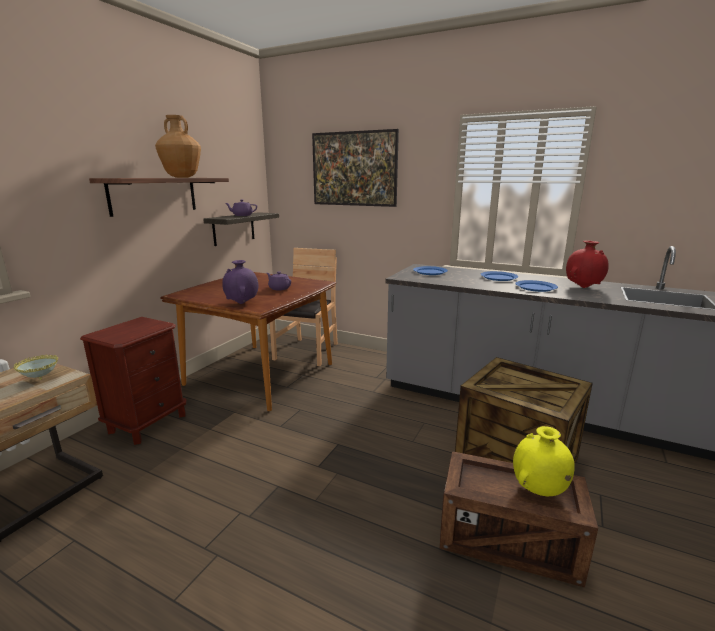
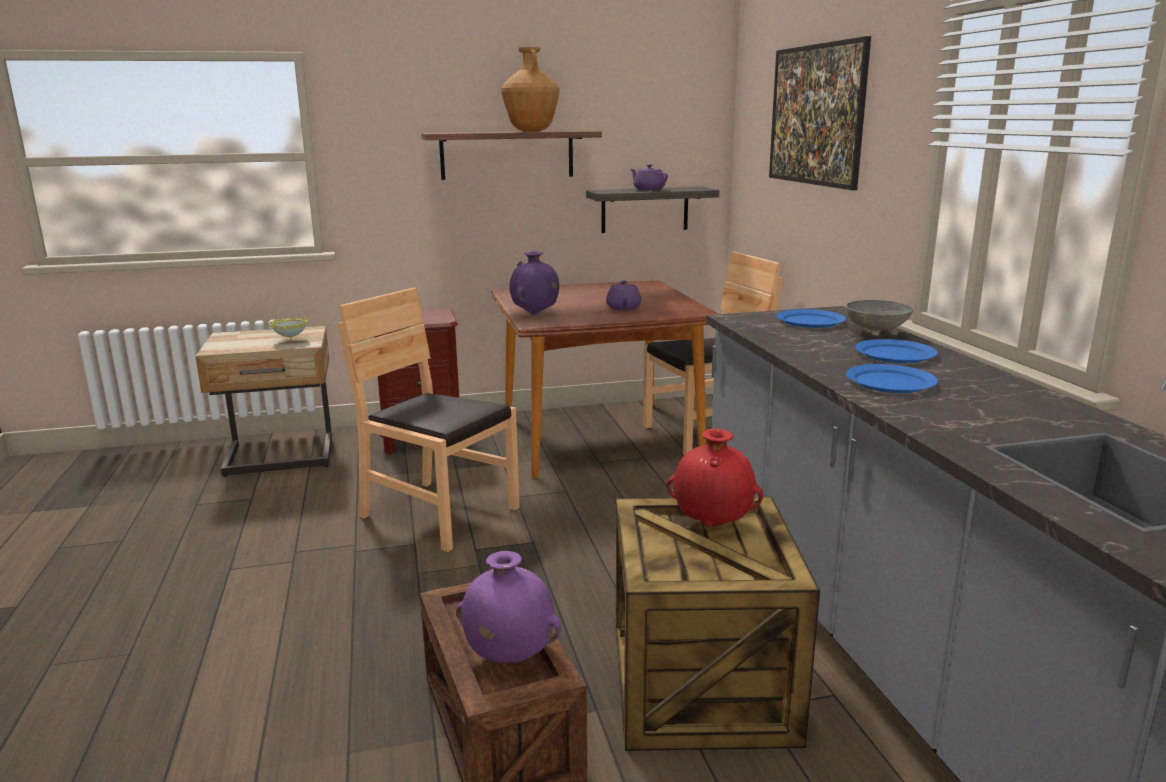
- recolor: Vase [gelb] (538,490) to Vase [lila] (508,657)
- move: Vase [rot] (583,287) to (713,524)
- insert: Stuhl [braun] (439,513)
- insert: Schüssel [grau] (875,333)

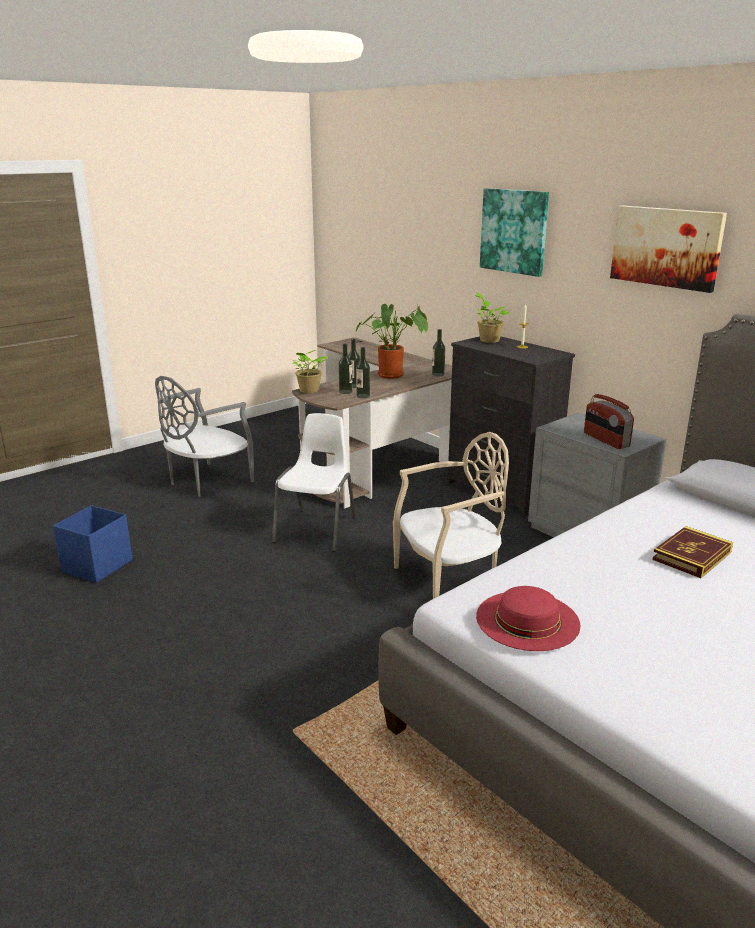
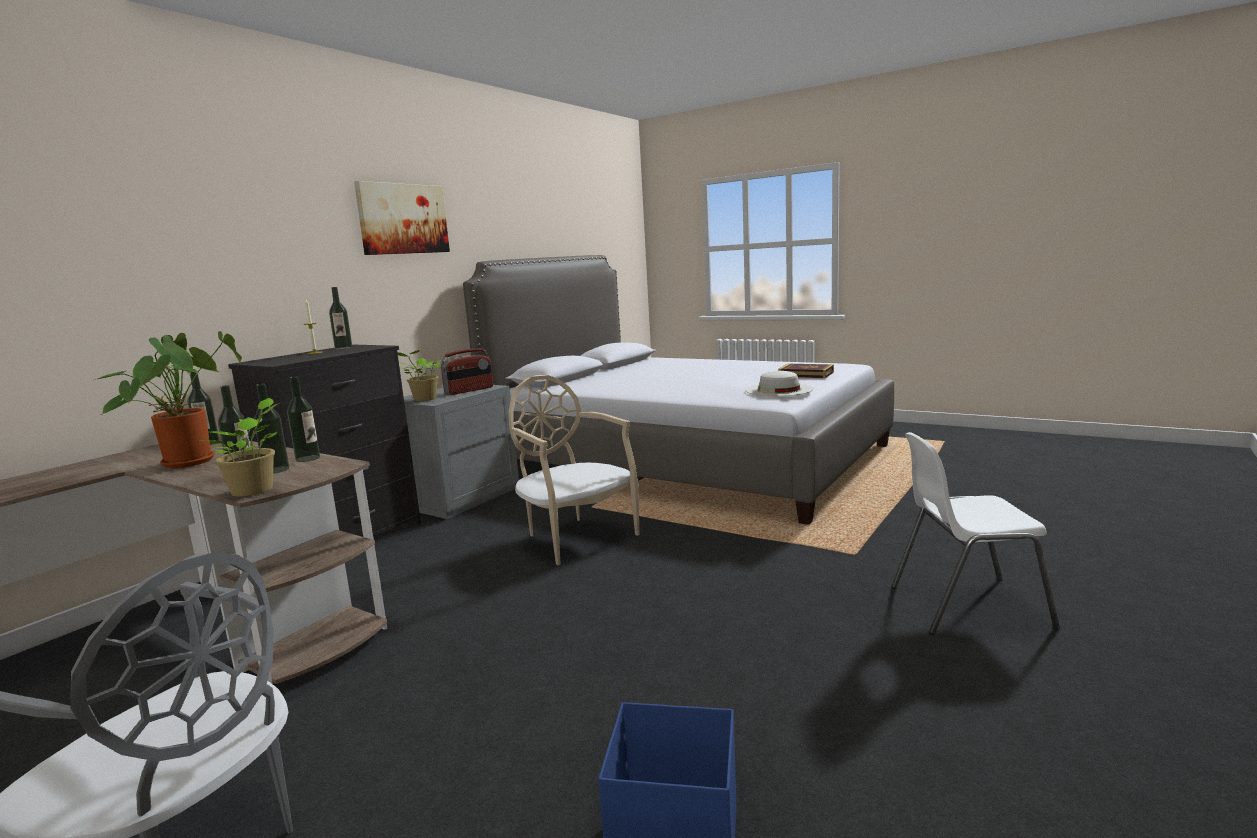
- move: Stuhl [weiß] (317,529) to (965,606)
- move: Topfpflanze (488,340) to (423,399)
- recolor: Hut [rot] (527,620) to Hut [weiß] (779,389)
- delete: Bild (514,231)
- move: Buch (692,556) to (806,374)
- insert: Flasche (343,348)

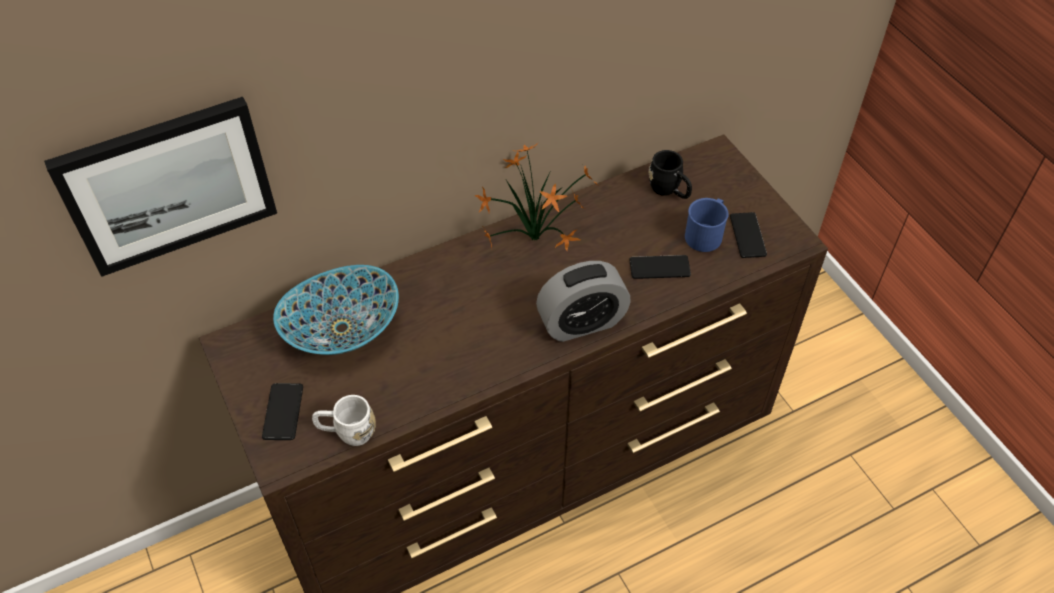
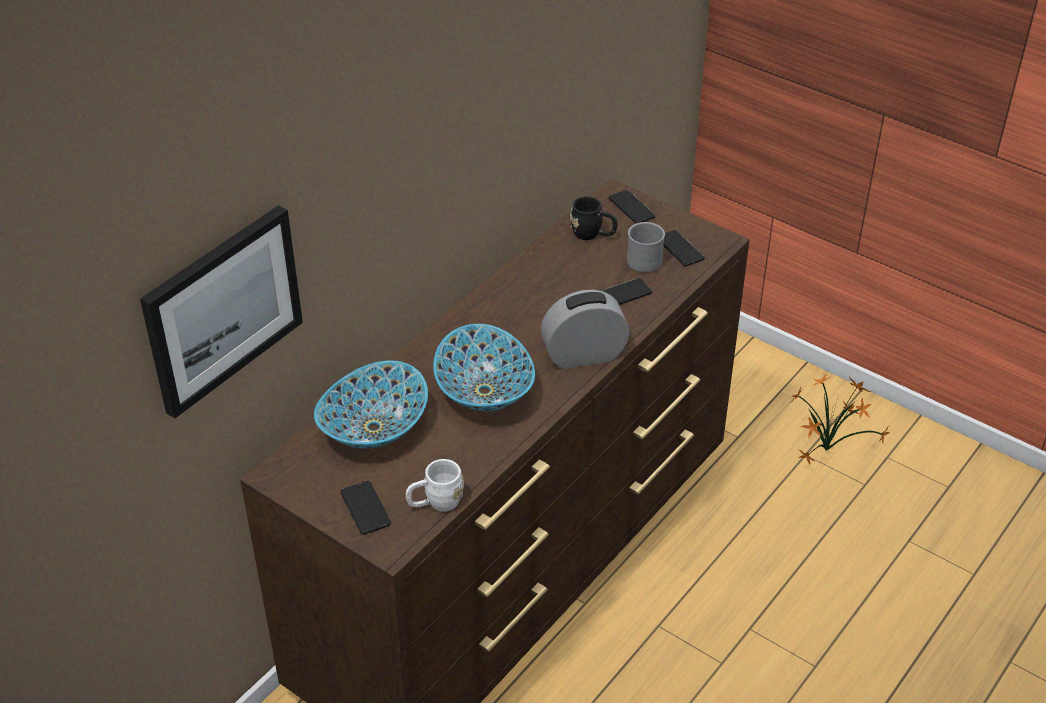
- move: Topfpflanze (539,240) to (828,450)
- rotate: Wecker (581,322) = (584,355) 150 degrees counterclockwise
- recolor: Henkelbecher [blau] (706,233) to Henkelbecher [grau] (644,257)
- insert: Schüssel (485,391)
- insert: Handy (631,207)

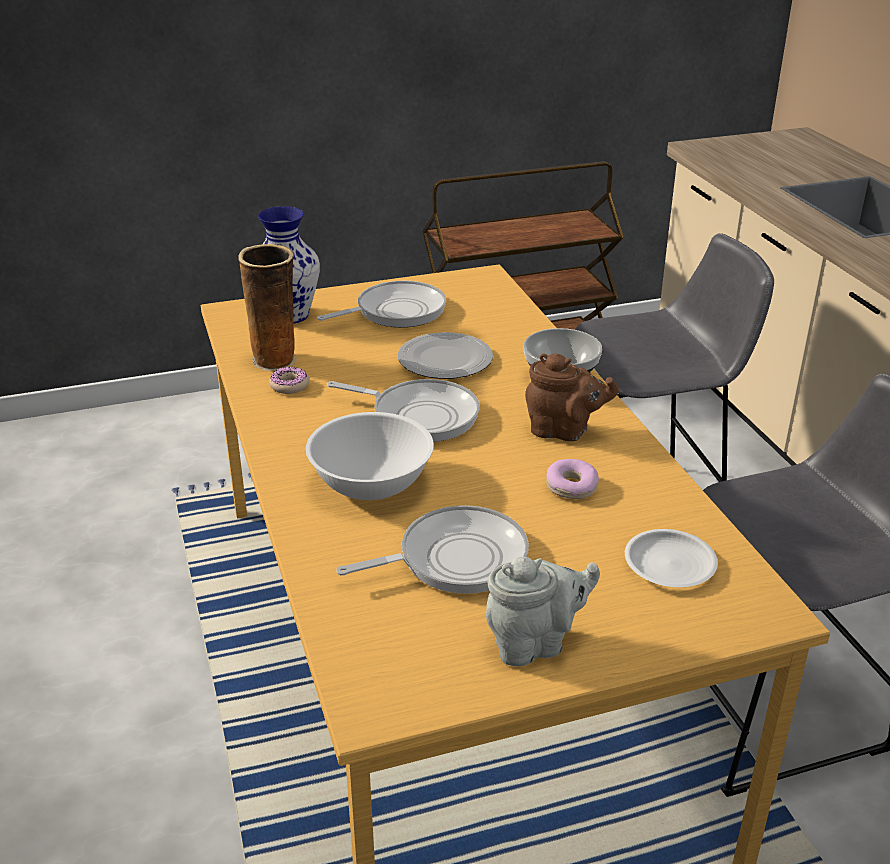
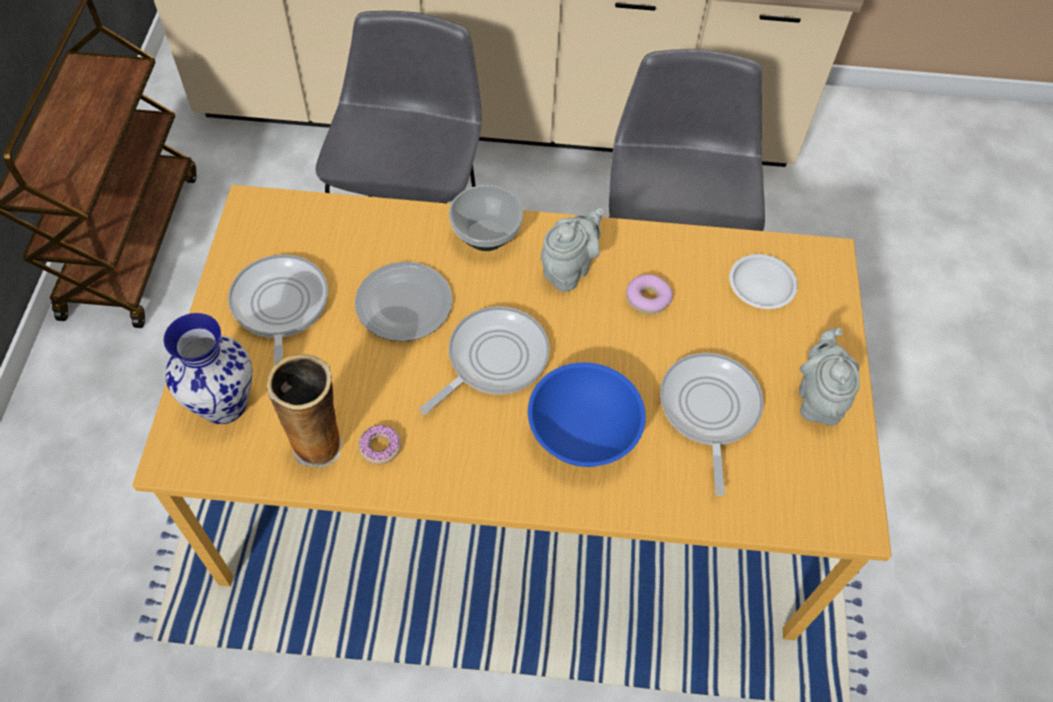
- recolor: Schüssel [weiß] (371,482) to Schüssel [blau] (582,432)
- recolor: Teekanne [braun] (564,431) to Teekanne [grau] (569,269)

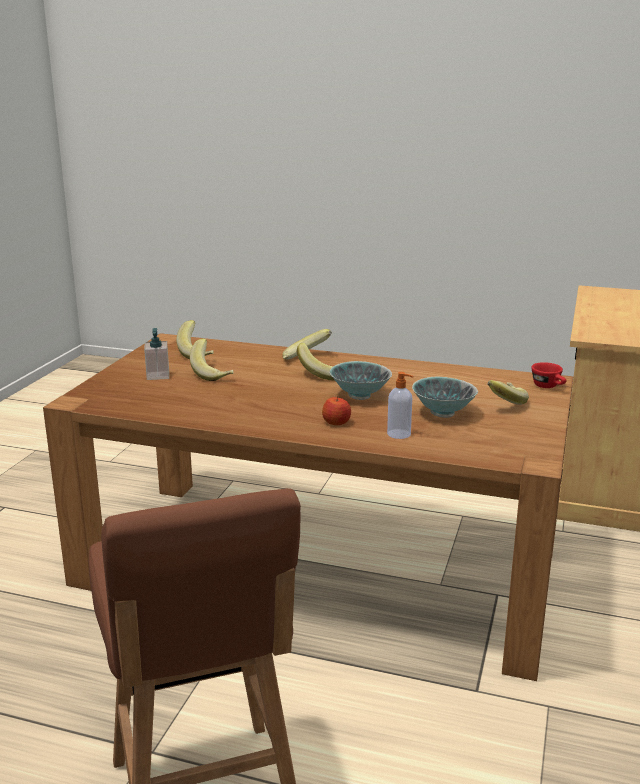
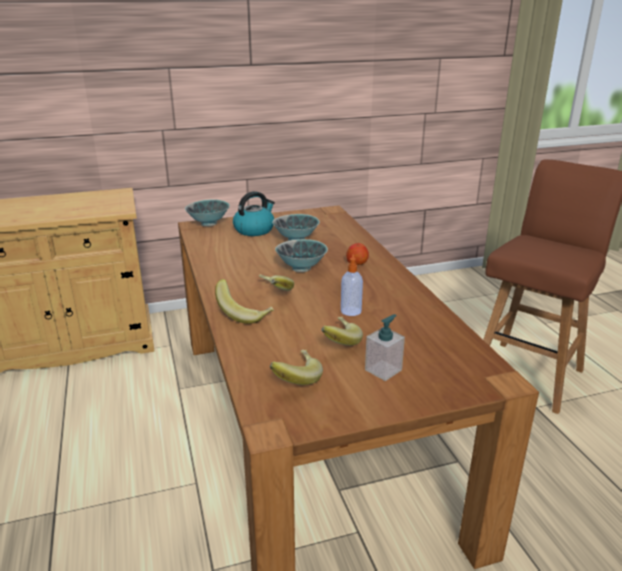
- move: Seifenspender (399,434) to (351,310)
- replace: Banane (504,403) to Wasserkessel (254,229)
- replace: Tasse [rot] (549,386) to Schüssel (209,224)

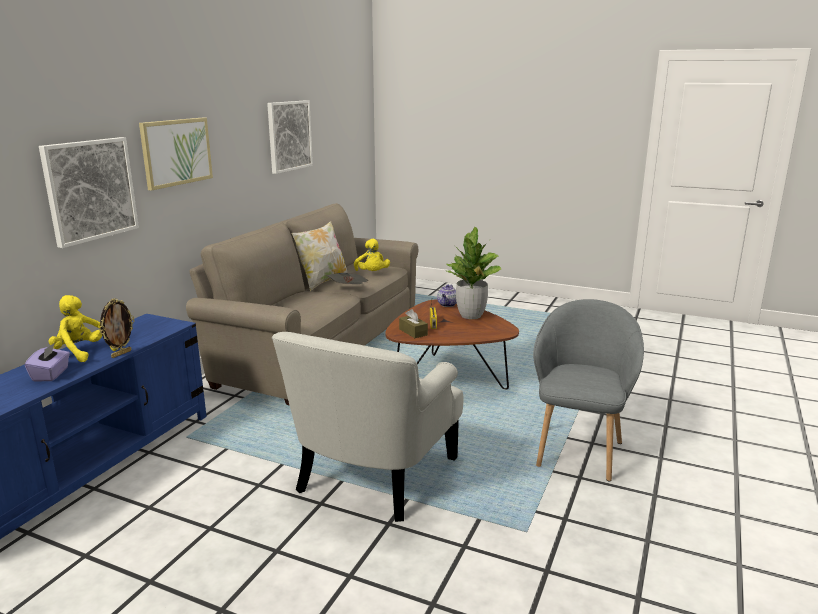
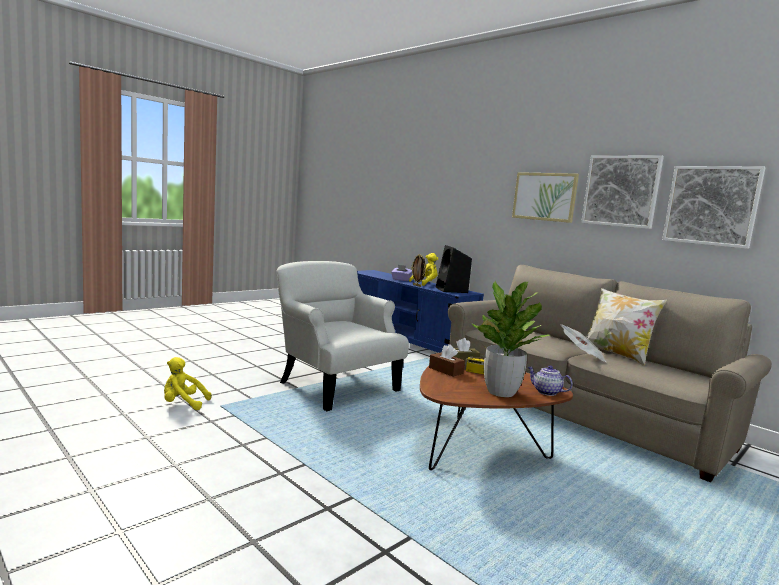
- move: Bild (90,190) to (621,191)
- move: Plüschtier [gelb] (372,274) to (183,404)
- delete: Sessel [grau] (578,451)
- insert: Taschentuchbox [braun] (445,370)
- insert: Lautsprecher [schwarz] (452,290)

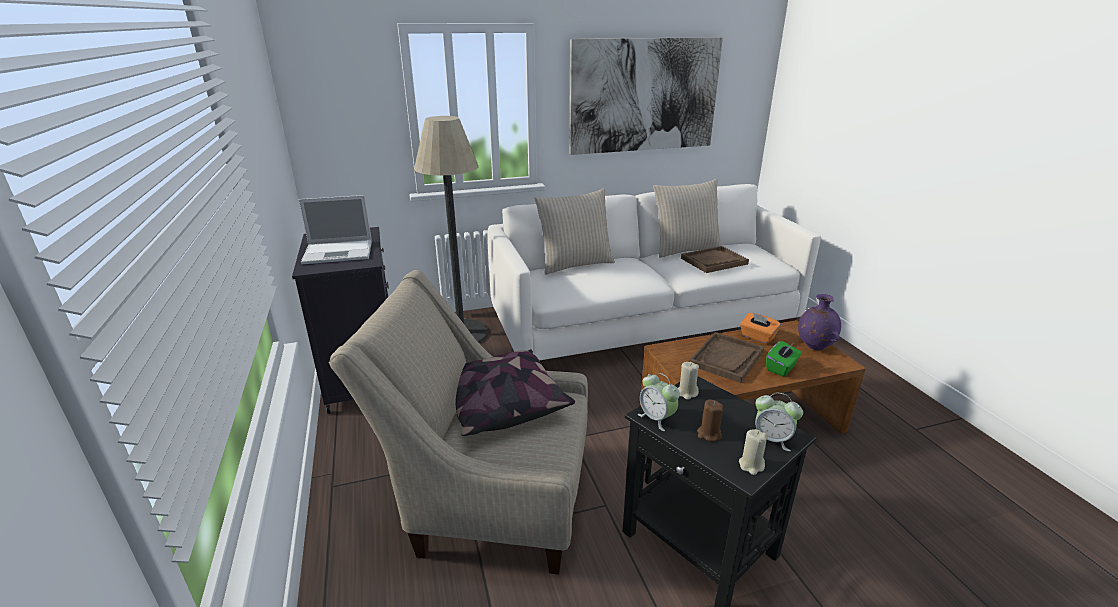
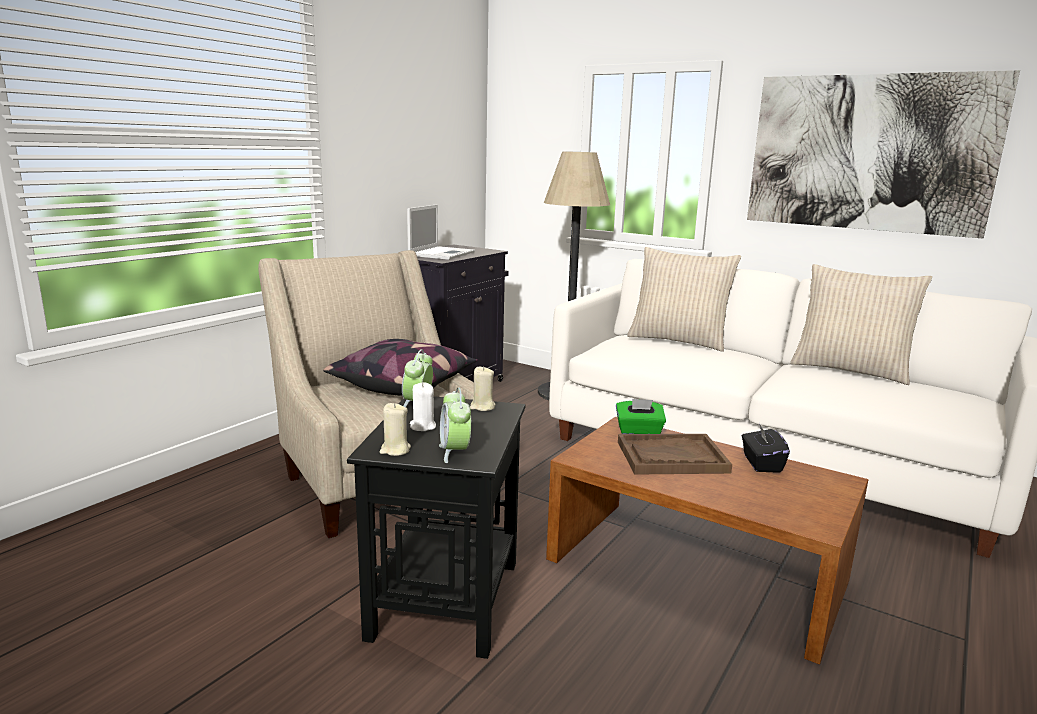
- rotate: Laptop (339,252) = (442,253) 105 degrees counterclockwise
- delete: Tablett [braun] (714,261)
- recolor: Kerze [braun] (709,434) to Kerze [weiß] (422,426)
- recolor: Taschentuchbox [orange] (757,337) to Taschentuchbox [schwarz] (761,463)
- move: Taschentuchbox [grün] (781,368) to (639,431)
- delete: Vase [lila] (814,346)

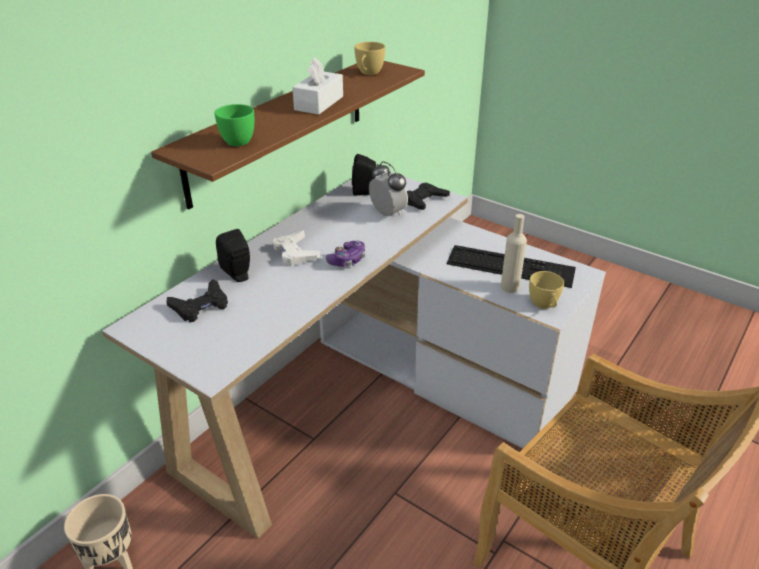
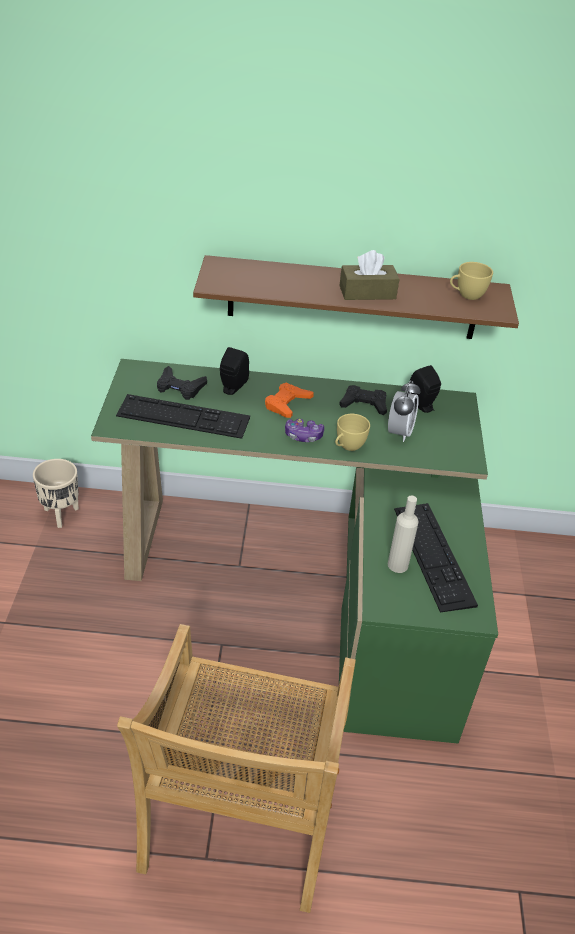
- recolor: Schreibtisch [weiß] (371,399) to Schreibtisch [grün] (312,583)
- delete: Tasse [grün] (237,140)
- recolor: Gamepad [weiß] (295,253) to Gamepad [orange] (287,404)
- recolor: Taschentuchbox [weiß] (319,103) to Taschentuchbox [braun] (367,292)
- move: Gamepad [schwarz] (424,200) to (364,404)
- move: Tasse [gelb] (544,305) to (347,447)
- insert: Tastatur (183,417)

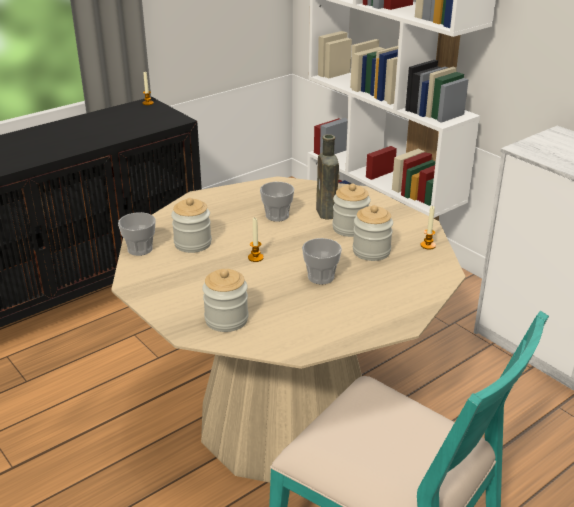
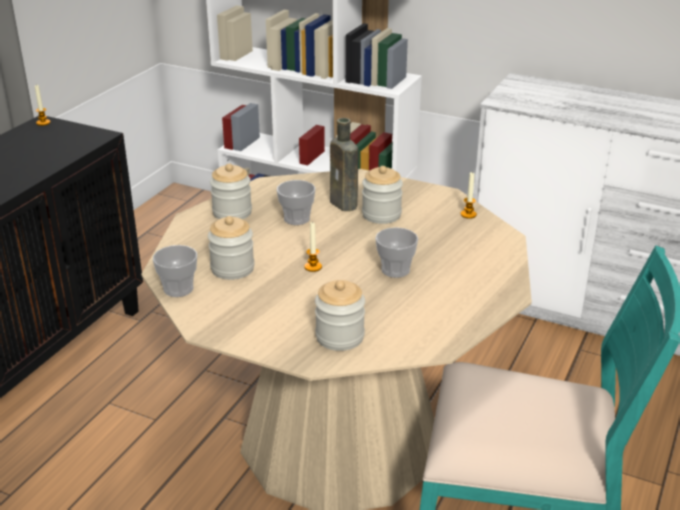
- move: Vorratsglas (371,251) to (232,212)

